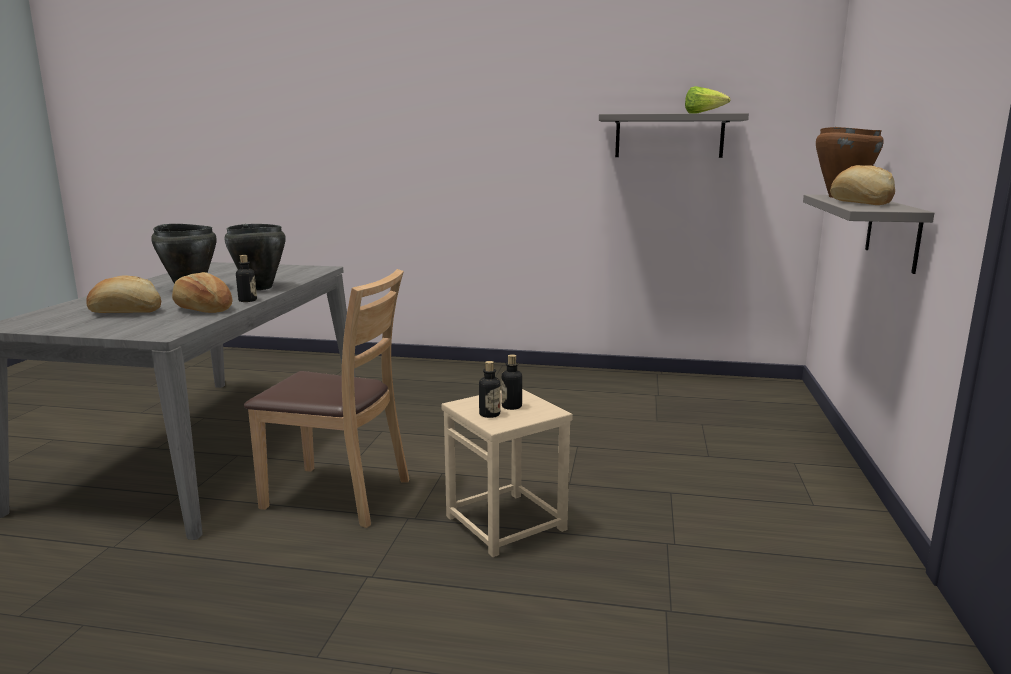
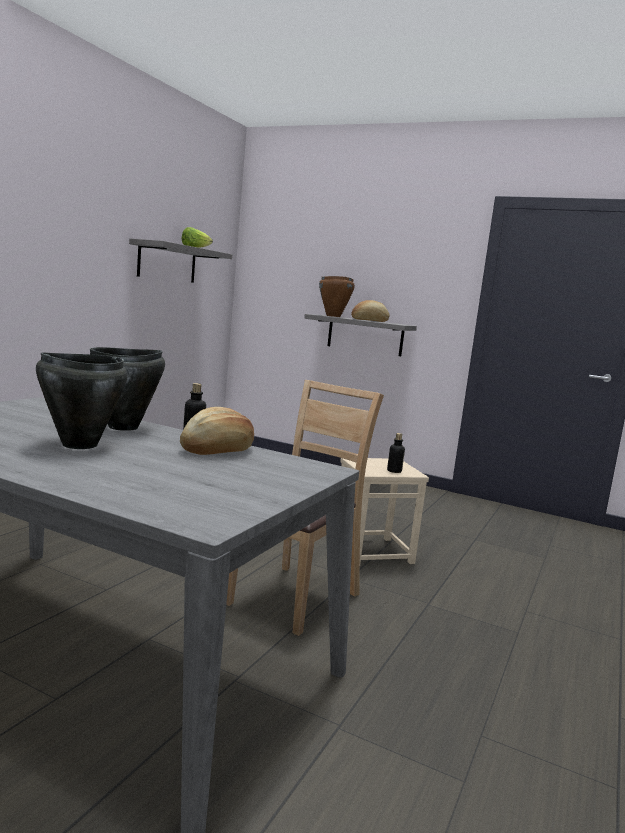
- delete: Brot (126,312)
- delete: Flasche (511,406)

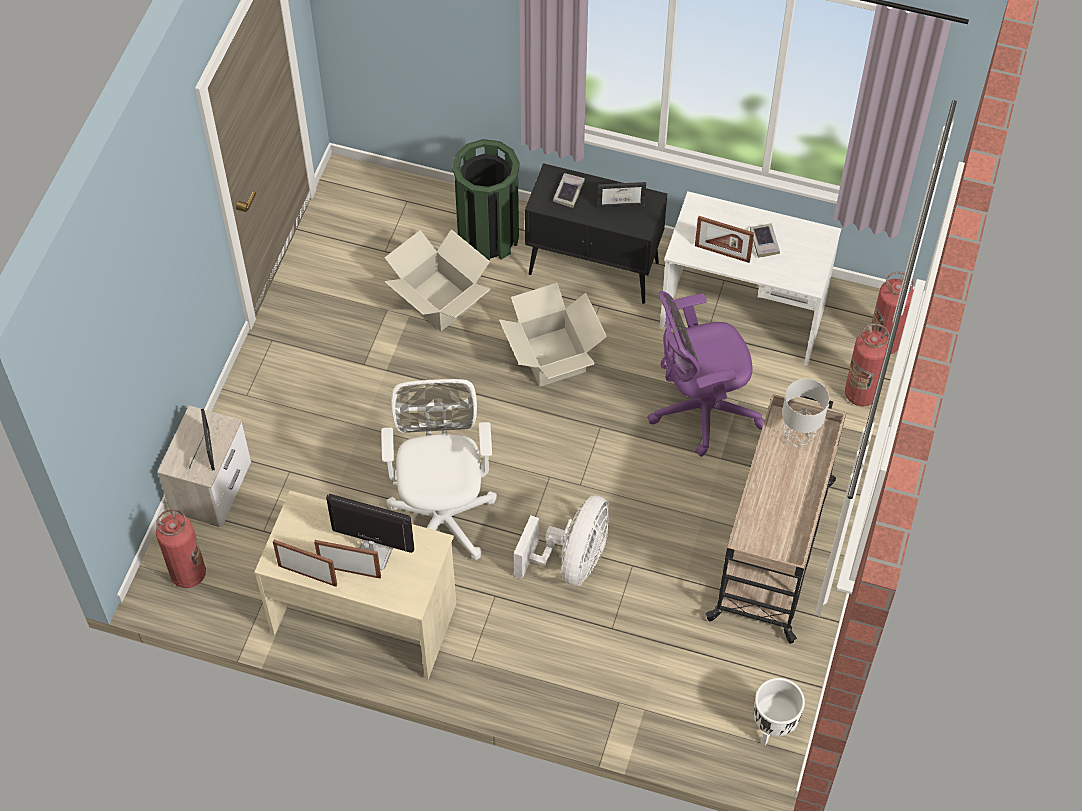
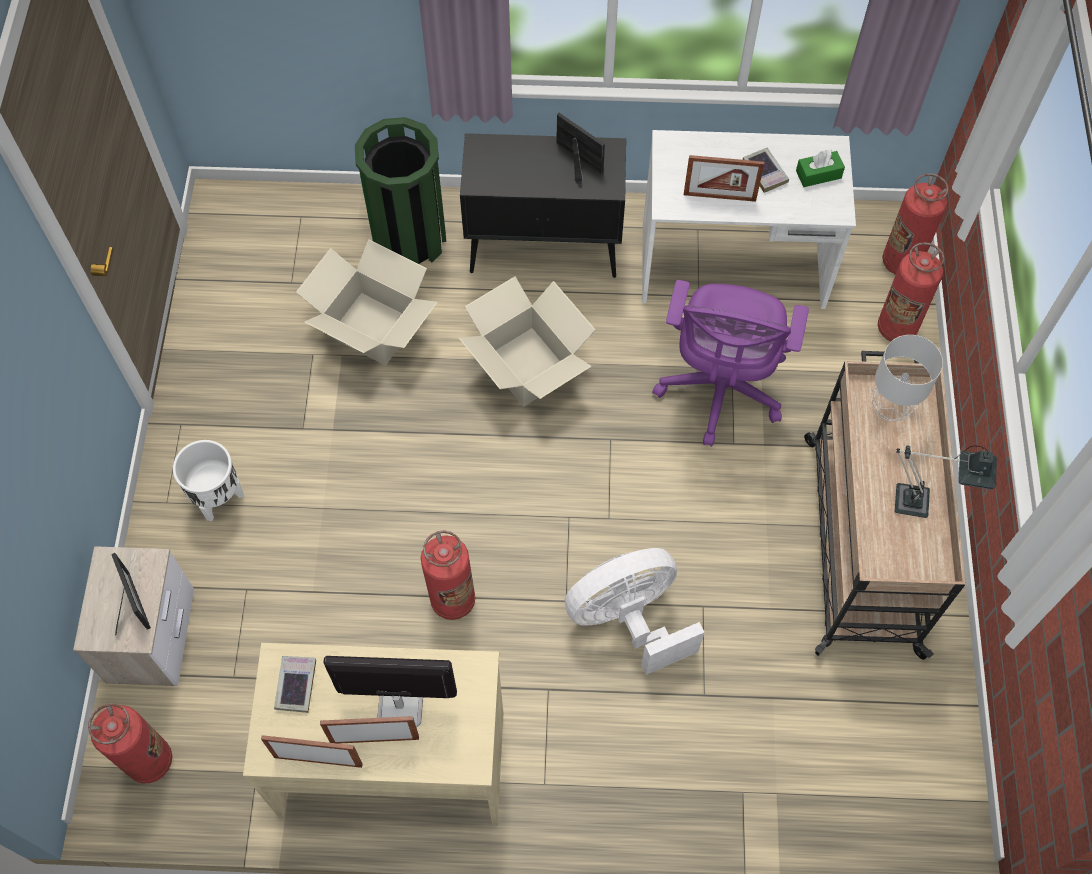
- replace: Bürostuhl [weiß] (442,515) to Feuerlöscher (453,600)
- rotate: Ventilator [weiß] (572,561) = (628,619) 120 degrees counterclockwise
- move: Buch (568,192) to (296,685)
- rotate: Bilderrahmen (621,202) = (574,160) 120 degrees counterclockwise
- rotate: Bürostuhl [lila] (699,410) = (720,391) 45 degrees counterclockwise
- move: Pflanzkübel [weiß] (773,727) to (219,499)
- insert: Taschentuchbox [grün] (818,174)
- insert: Tischlampe (921,503)

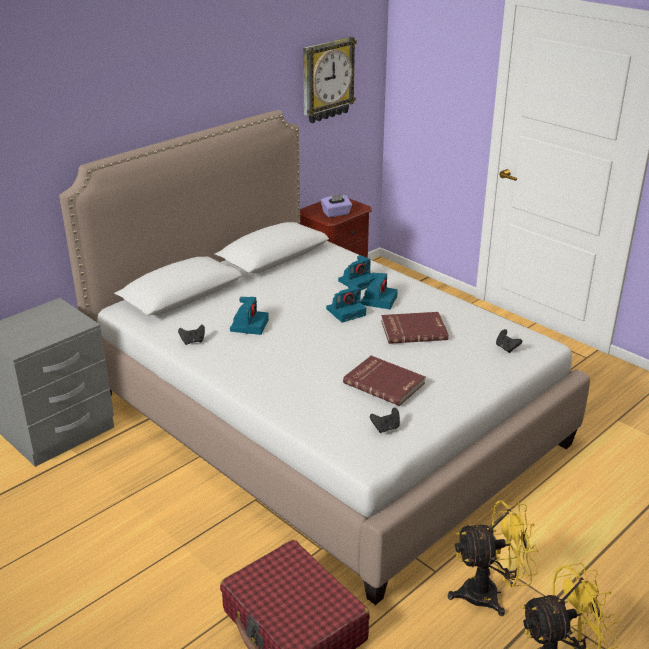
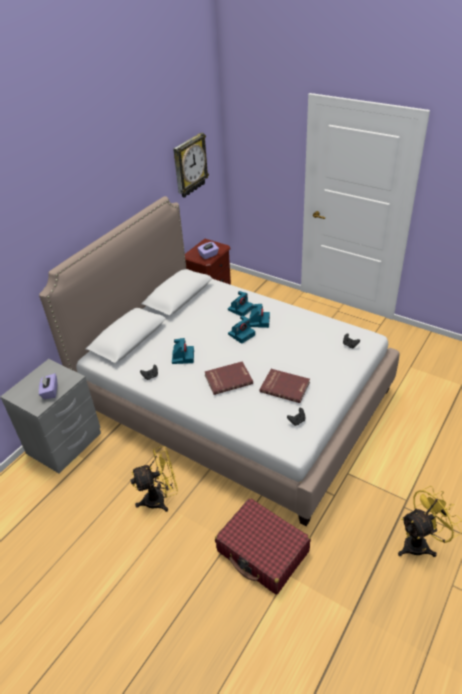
- move: Buch [rot] (413,330) to (228,379)
- move: Ventilator [gelb] (490,594) to (160,498)
- insert: Taschentuchbox [lila] (50,392)

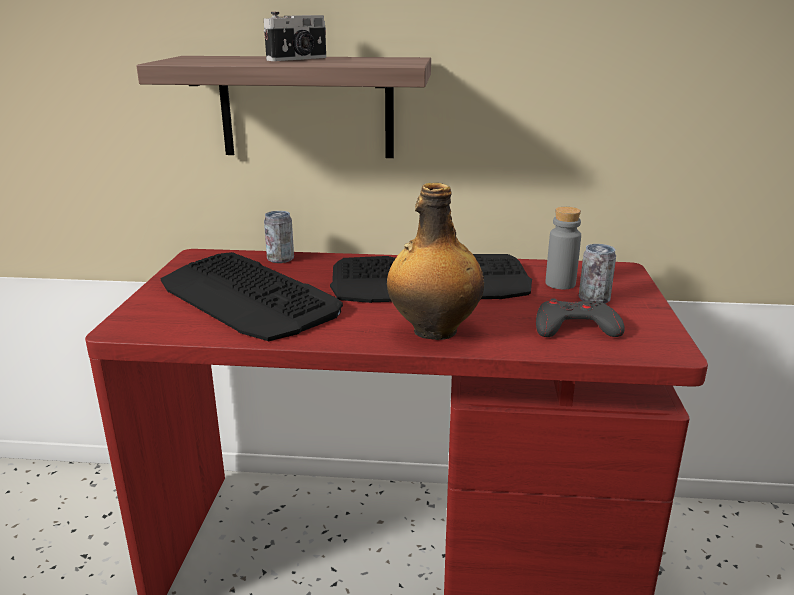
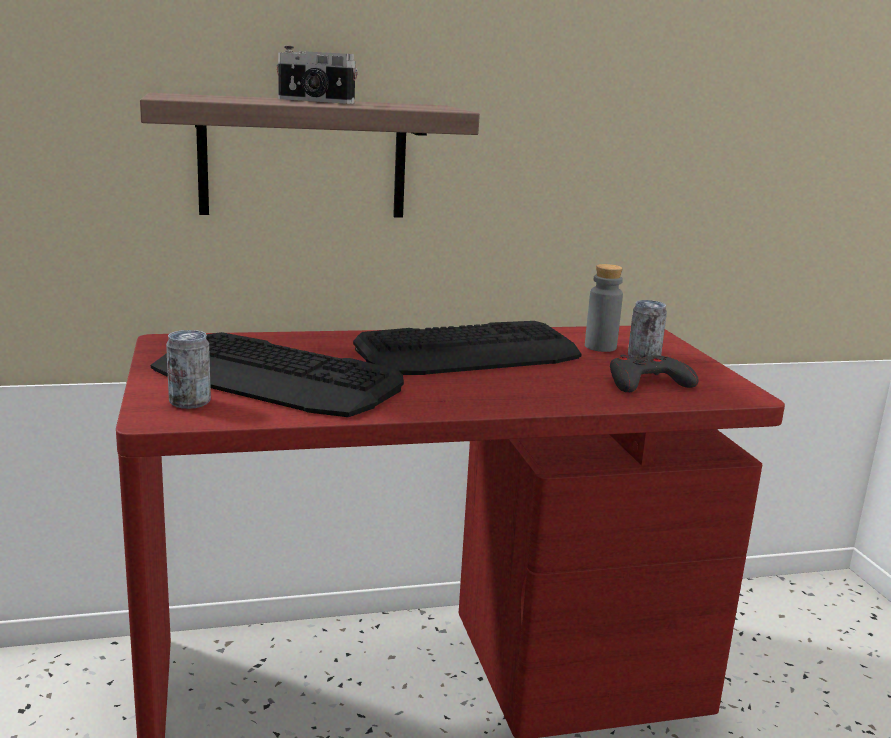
- rotate: Kamera (298,59) = (315,101) 75 degrees clockwise
- move: Dose (280,259) to (190,402)
- delete: Flasche (433,331)

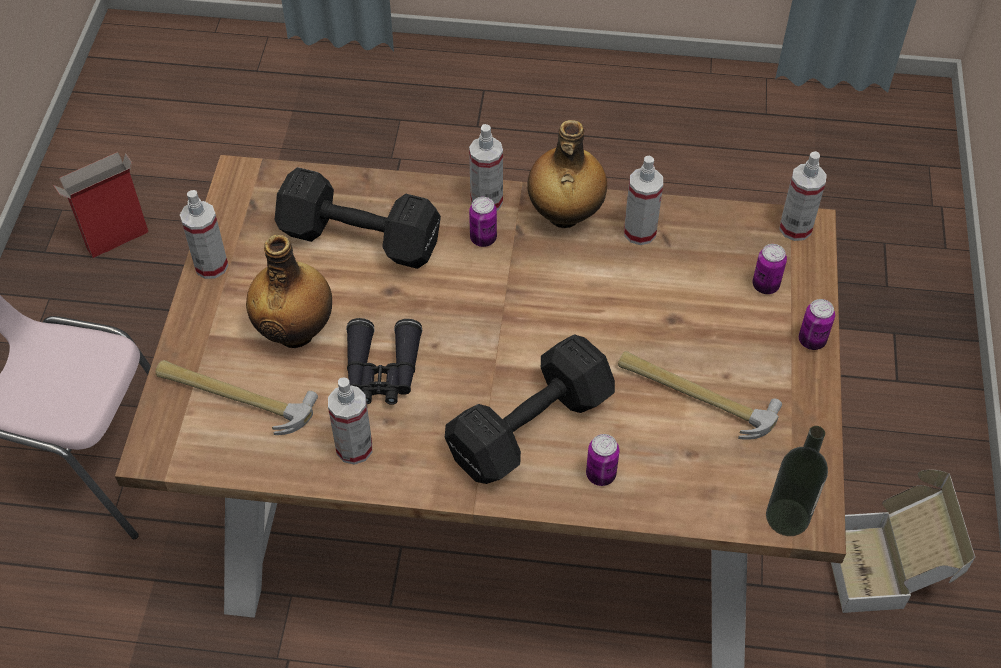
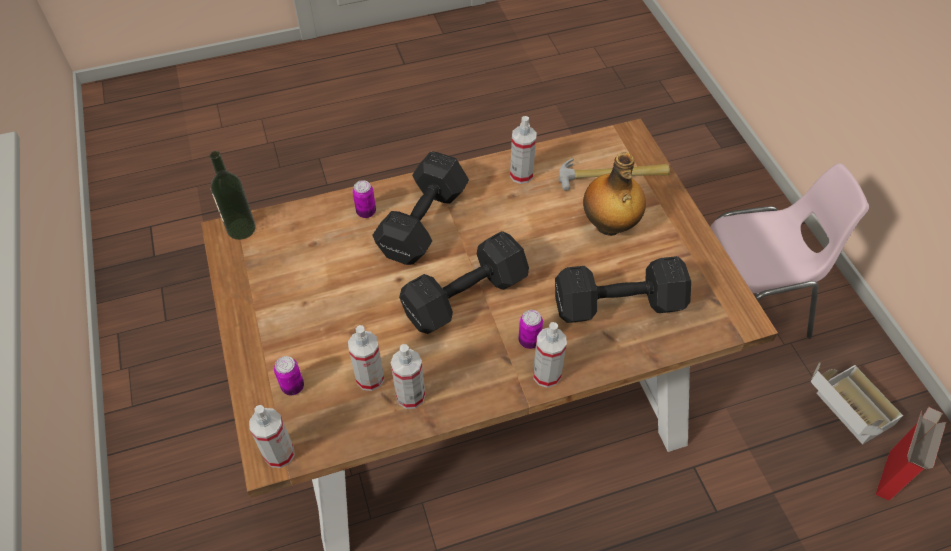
- move: Sprühflasche (211,265) to (370,378)
- delete: Fernglas [schwarz] (382,371)
- delete: Flasche (564,215)
- delete: Hammer (695,395)
- delete: Dose (812,340)
- move: Karton (887,567) to (841,416)
- insert: Hantel [schwarz] (468,296)

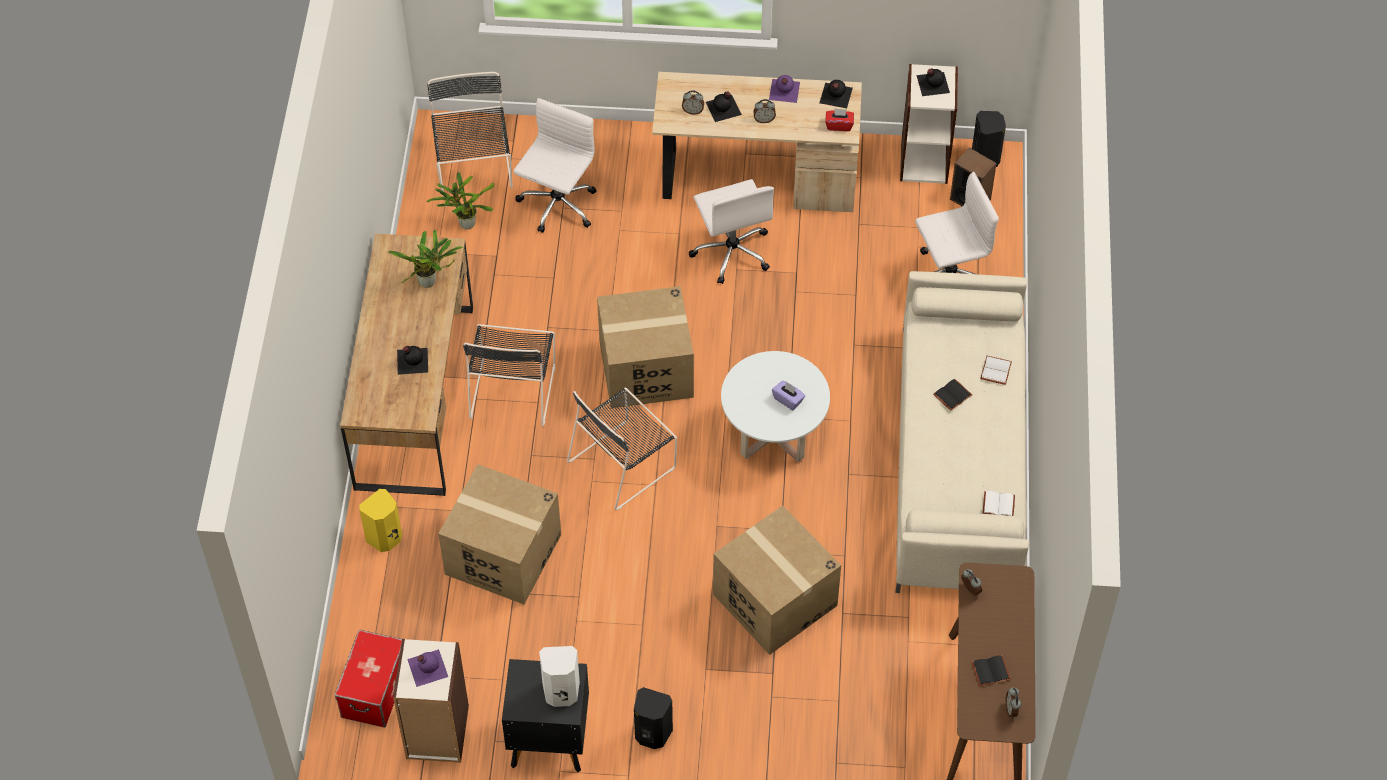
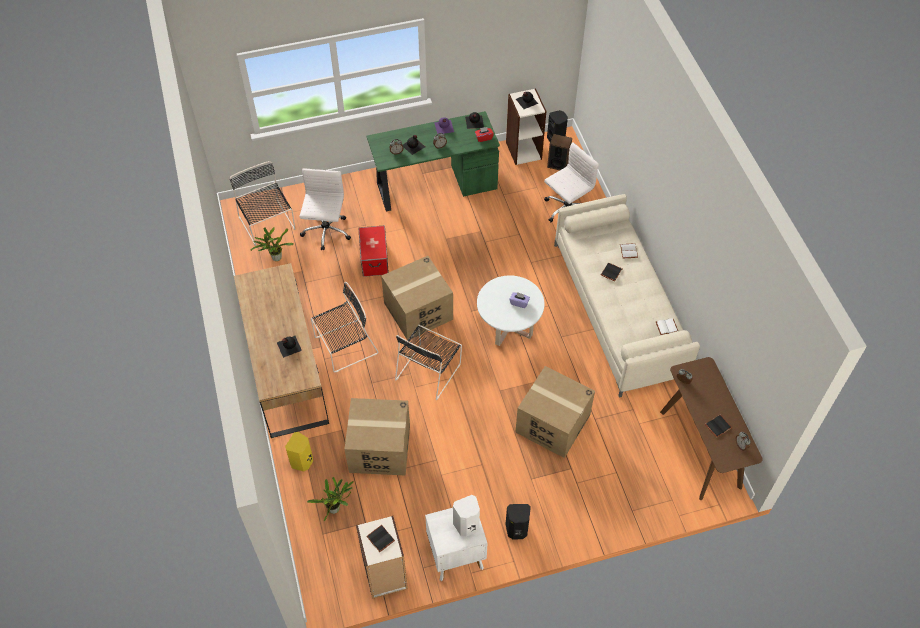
- move: Aufbewahrungsbox (375,690) to (374,259)
- move: Topfpflanze (430,282) to (335,508)
- replace: Flasche [lila] (427,667) to Buch [schwarz] (379,539)
- rotate: Stuhl [schwarz] (513,389) = (344,346) 105 degrees counterclockwise
- recolor: Nachttisch [schwarz] (547,740) to Nachttisch [weiß] (455,556)
- recolor: Schreibtisch [beige] (755,177) to Schreibtisch [grün] (434,185)
- delete: Bürostuhl [weiß] (732,252)

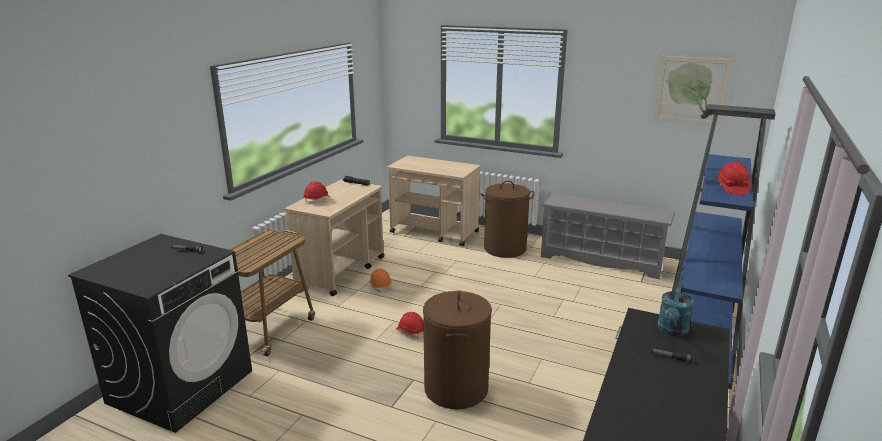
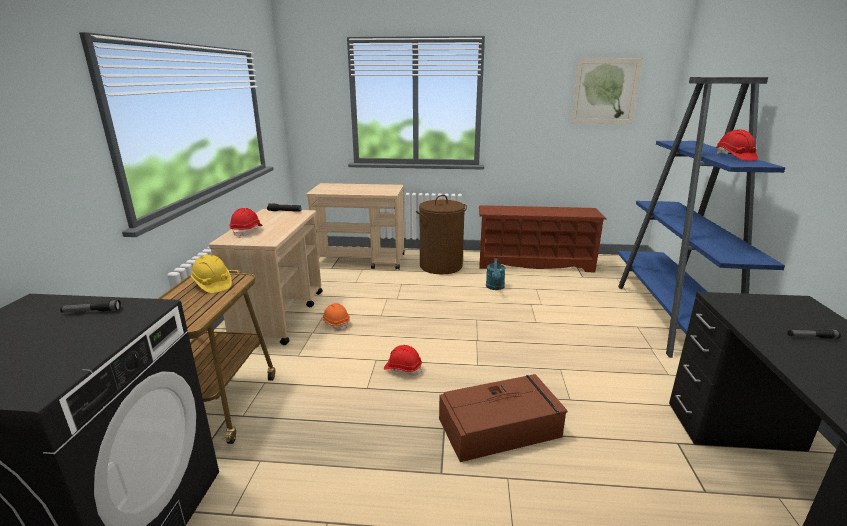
- replace: Wäschekorb [braun] (456,389) to Aufbewahrungsbox [braun] (501,427)
- recolor: Schuhregal [grau] (602,260) to Schuhregal [braun] (534,263)
- move: Gießkanne [türkis] (672,331) to (495,287)
- insert: Schutzhelm [gelb] (212,284)

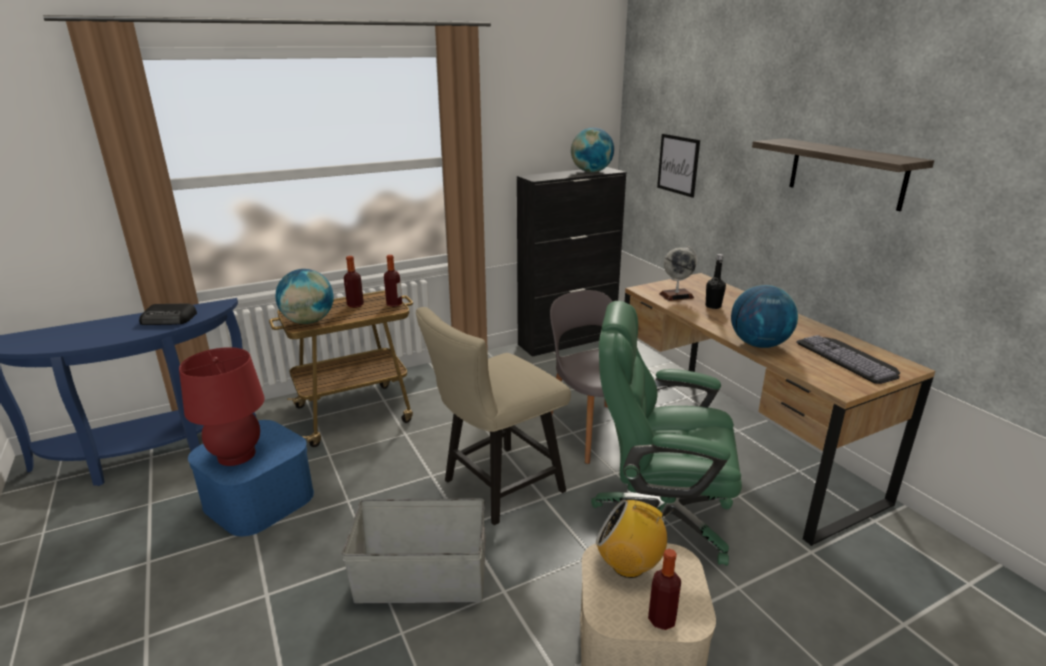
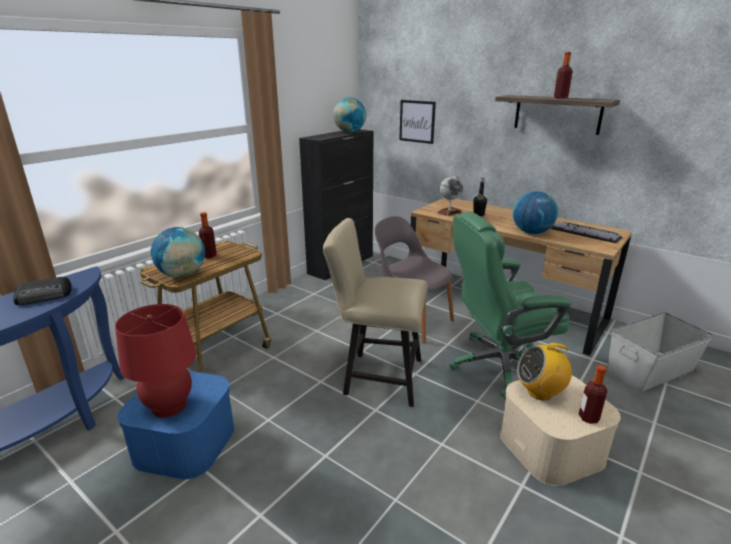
- move: Aufbewahrungsbox [grau] (422,580) to (651,370)
- move: Flasche (394,304) to (560,98)
- rotate: Stuhl [beige] (496,488) = (376,376) 75 degrees clockwise

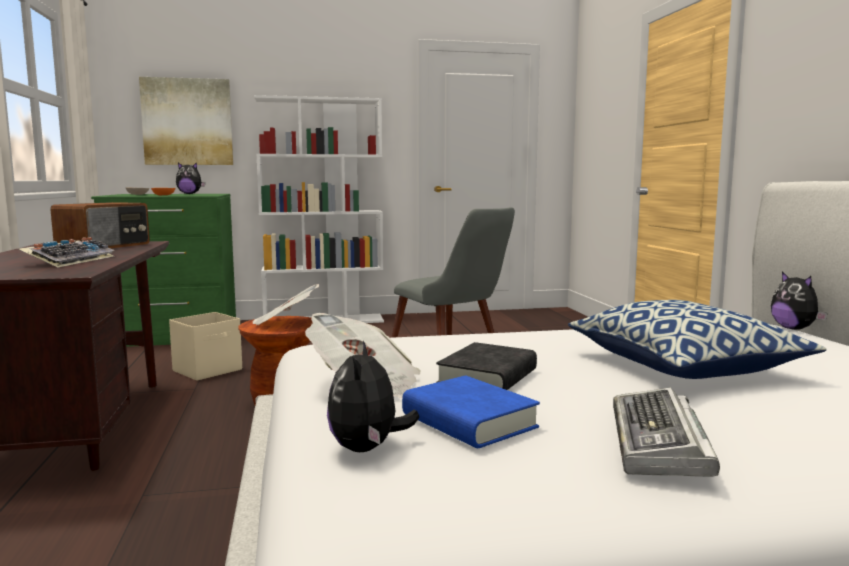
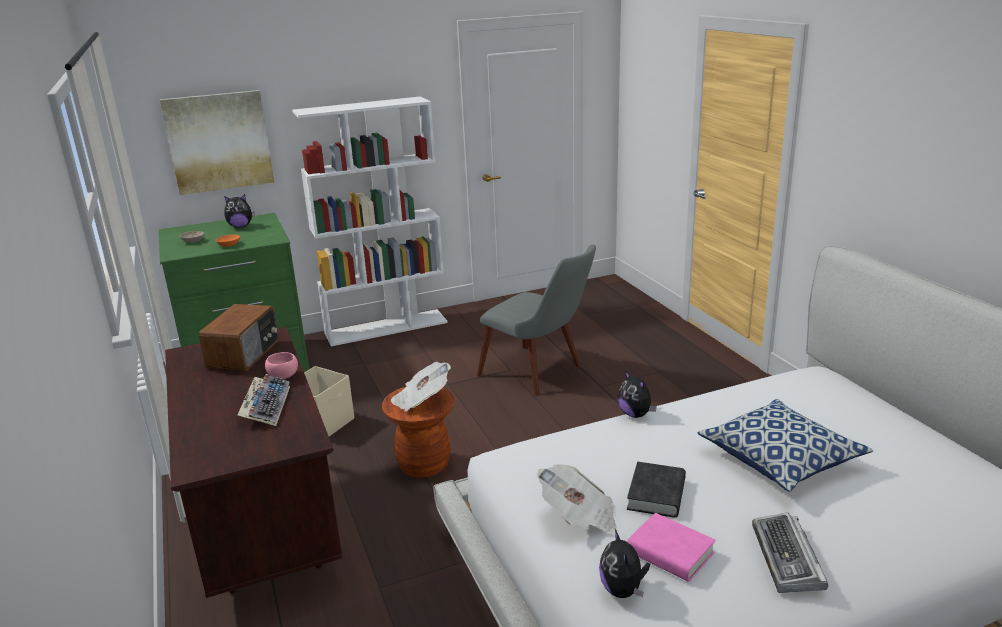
- recolor: Buch [blau] (469,421) to Buch [rosa] (670,553)
- move: Plüschtier (794,329) to (635,414)
- insert: Schüssel [rosa] (283,377)

